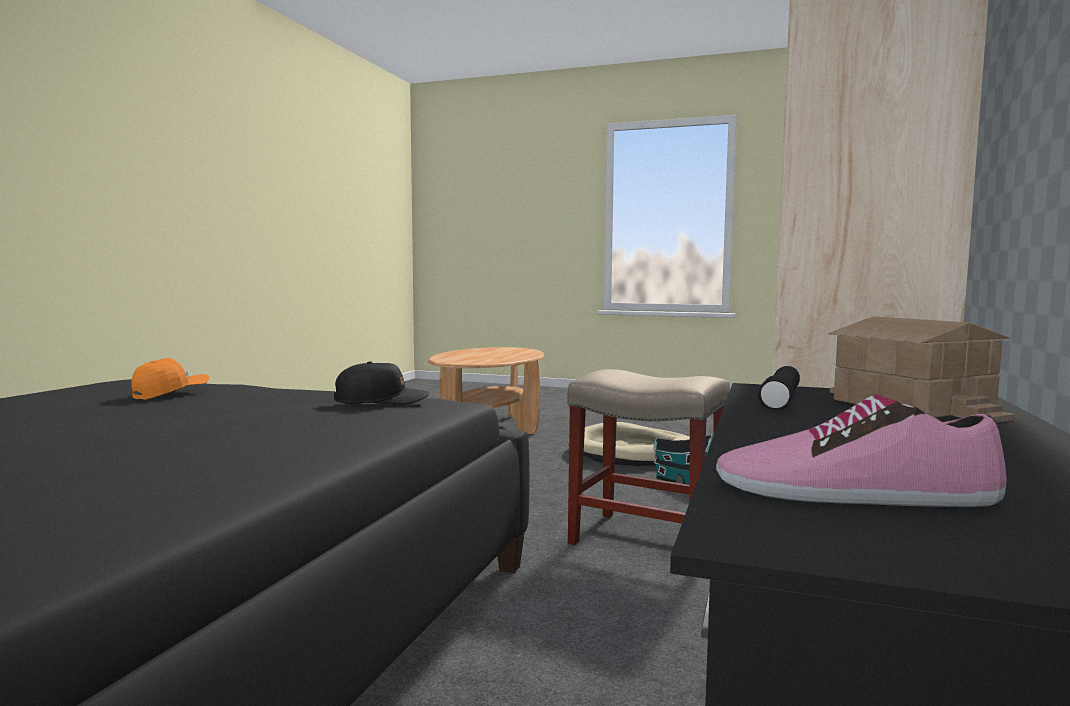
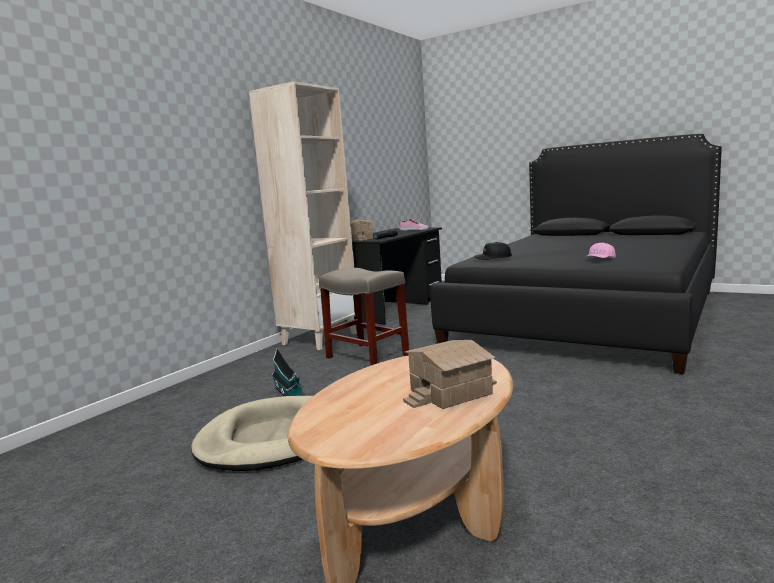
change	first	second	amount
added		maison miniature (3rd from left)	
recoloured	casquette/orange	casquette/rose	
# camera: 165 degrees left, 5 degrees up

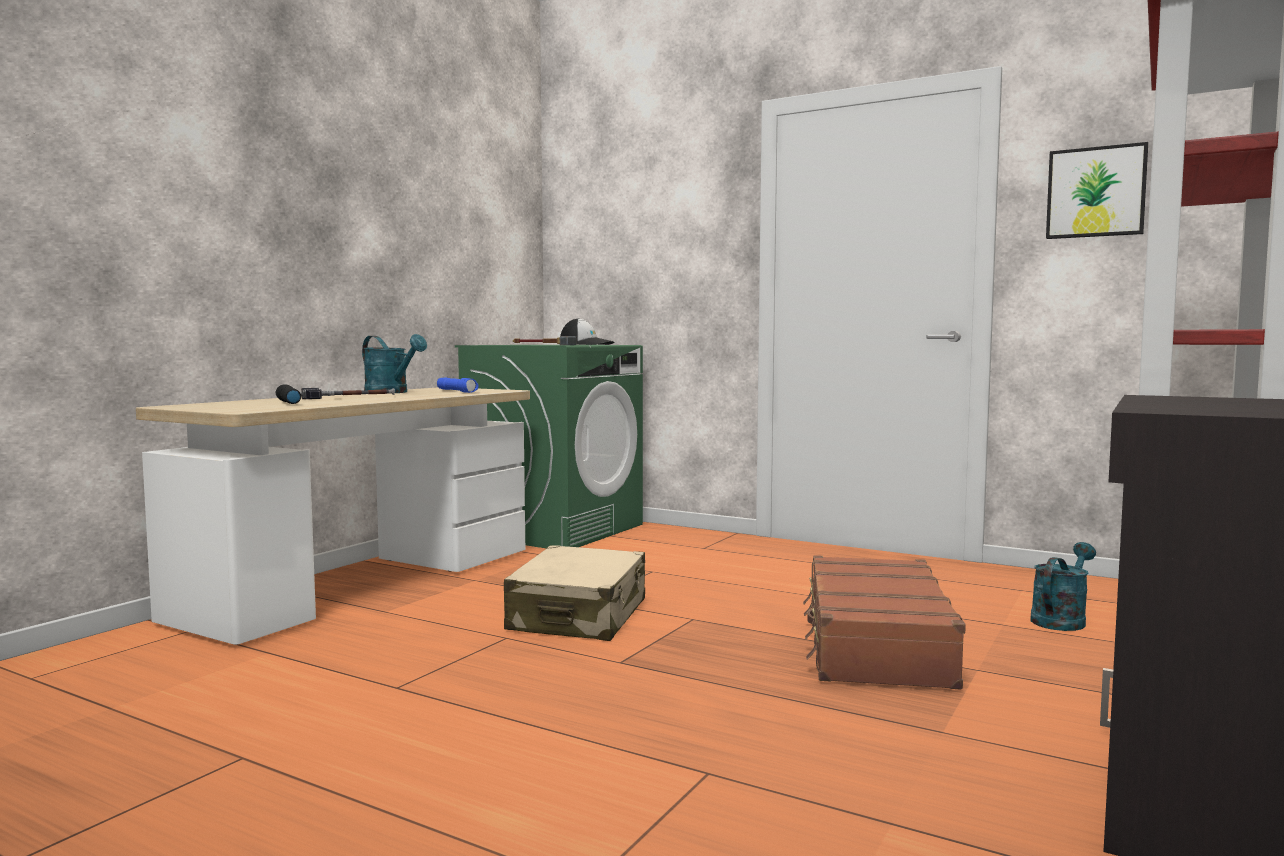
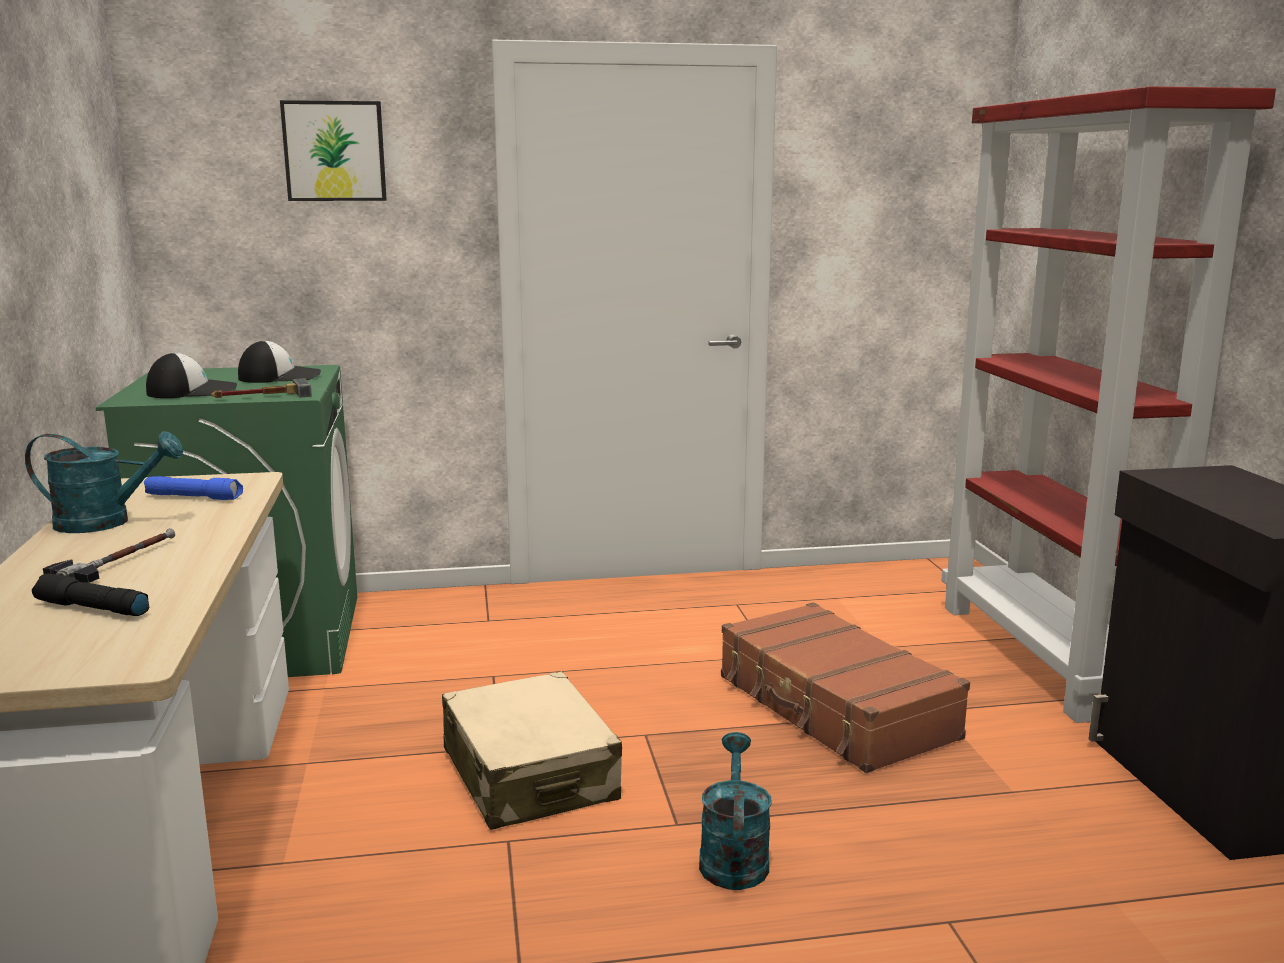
change	first	second	amount
added		casquette (1st from left)	
moved	tableau		
moved	arrosoir/turquoise (2nd from left)		
# camera: 40 degrees left, 10 degrees up

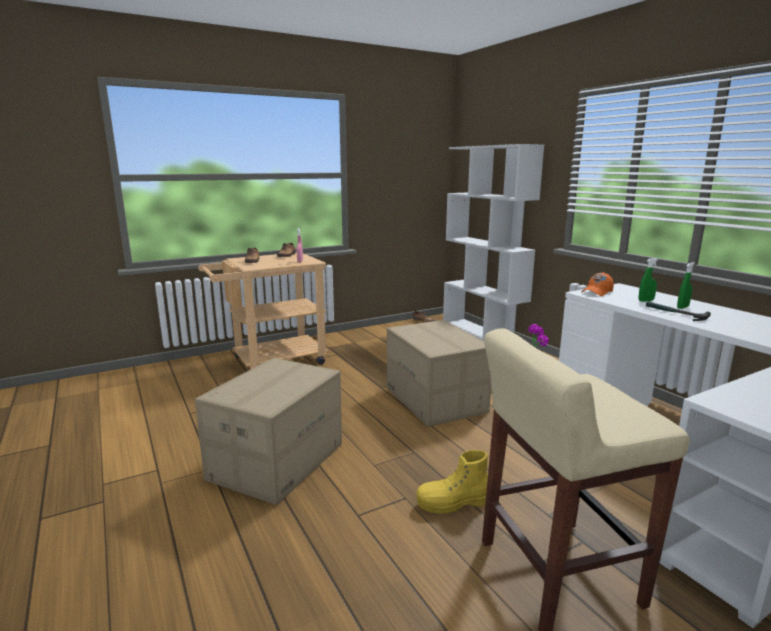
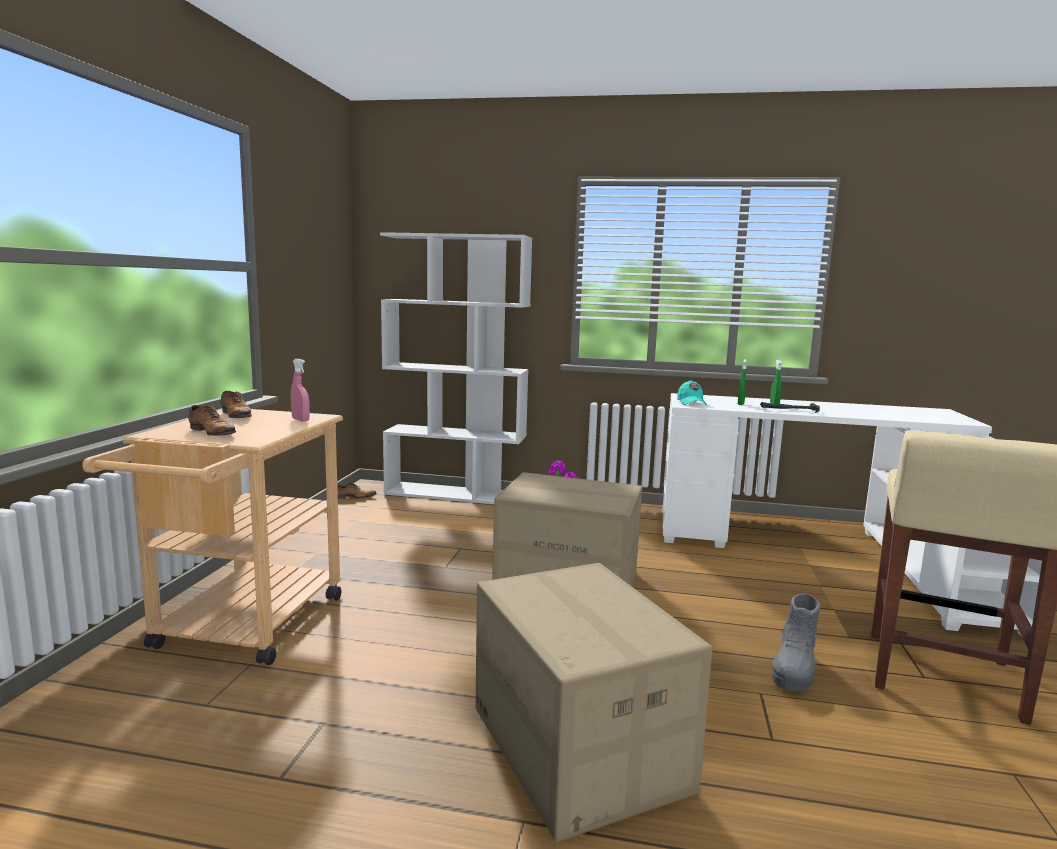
change	first	second	amount
recoloured	casquette/orange	casquette/turquoise	
recoloured	botte/jaune	botte/gris	
# camera: 50 degrees left, 5 degrees down

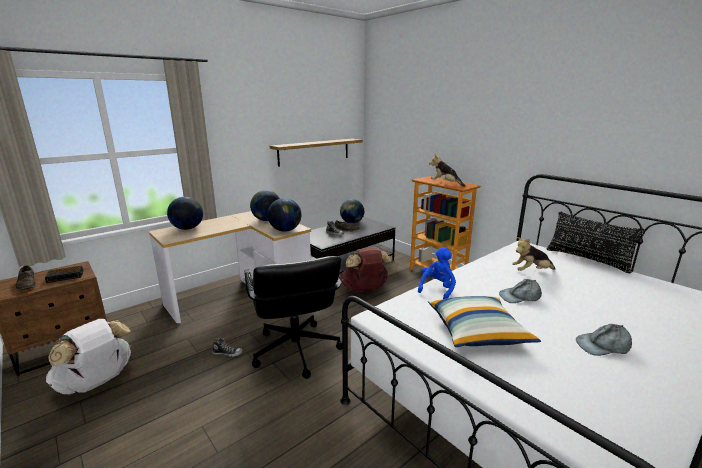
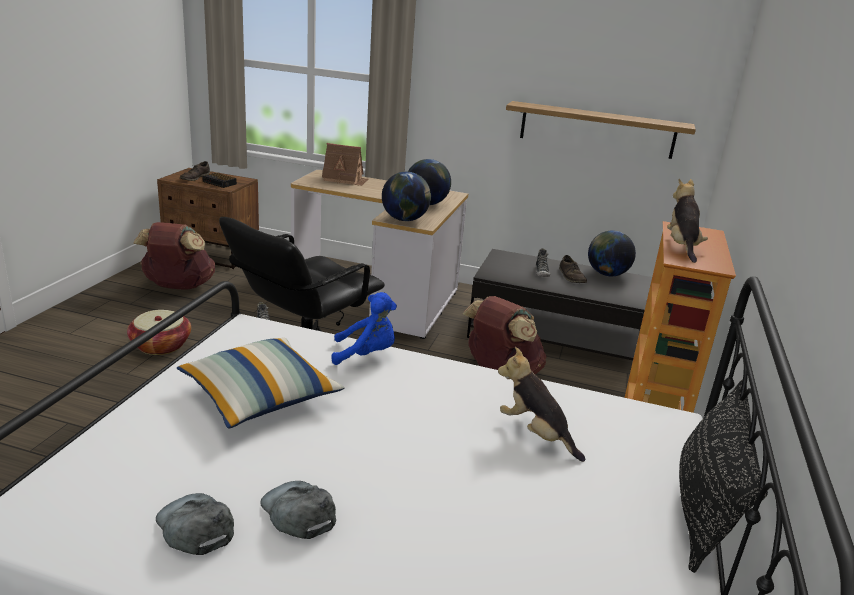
change	first	second	amount
added		panier	
recoloured	sac à dos/blanc	sac à dos/marron (1st from left)	
moved	casquette/gris (1st from left)		
replaced	globe (1st from left)	maison miniature	
# camera: 55 degrees right, 5 degrees up

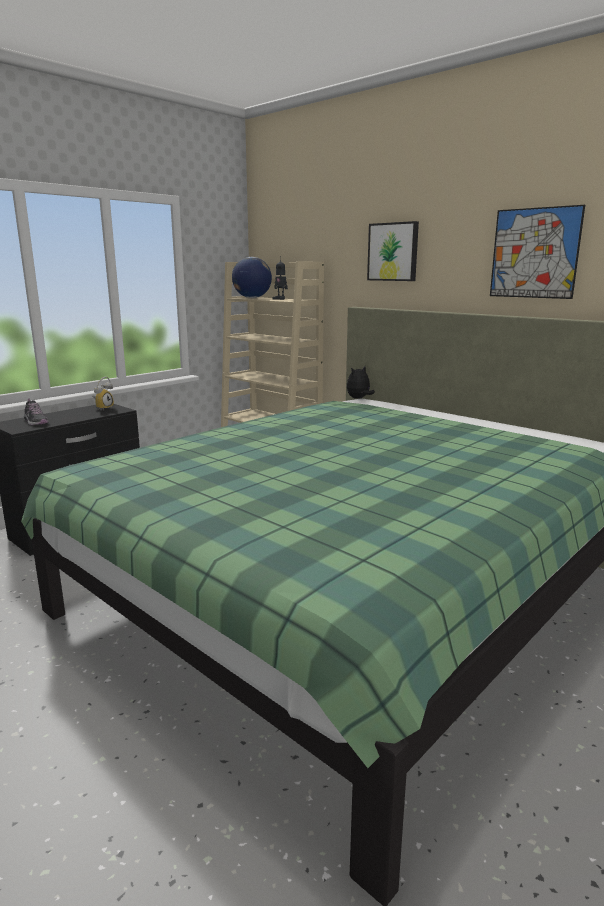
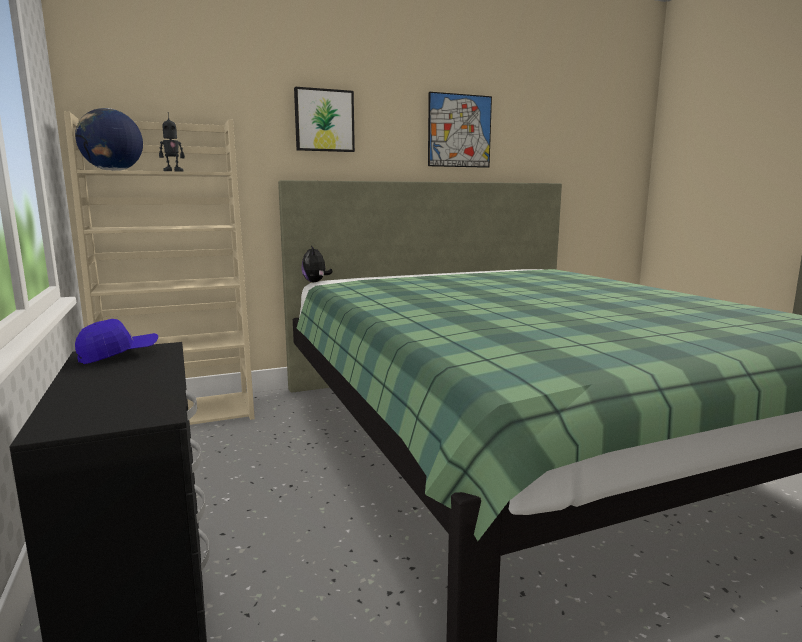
change	first	second	amount
replaced	réveil	casquette/bleu	
removed	chaussure		
# camera: 65 degrees left, 5 degrees down

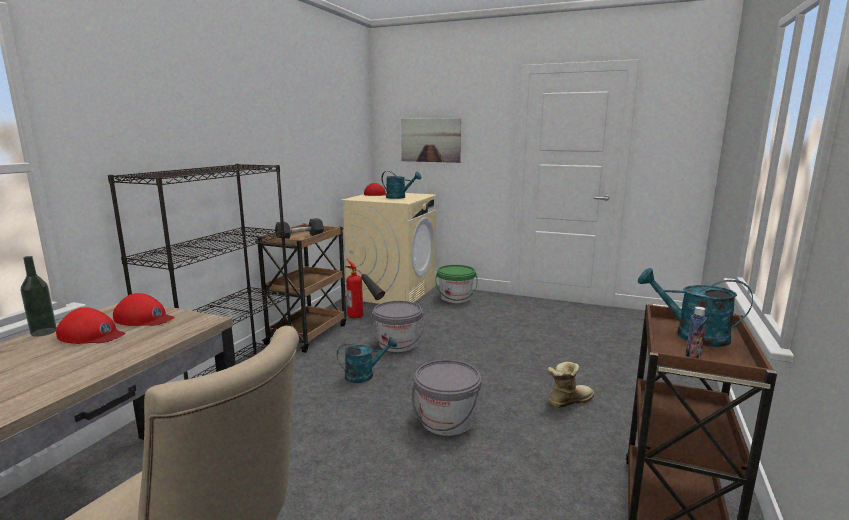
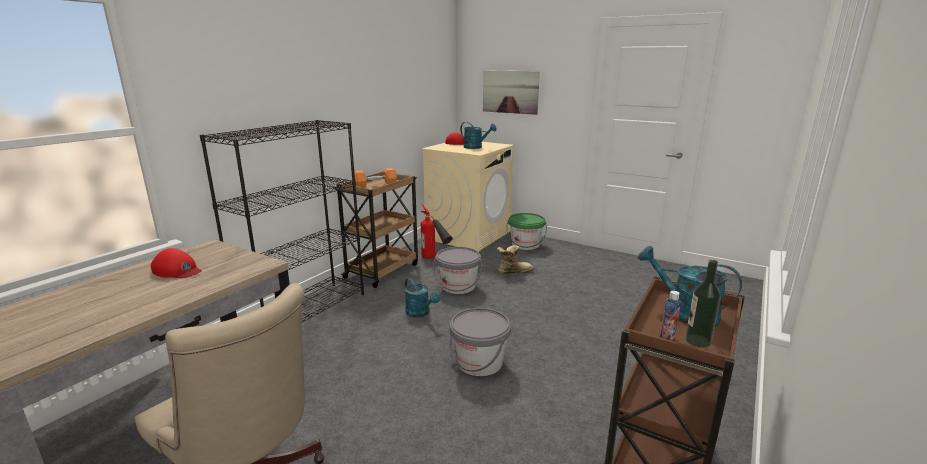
change	first	second	amount
recoloured	haltère/gris	haltère/orange	
turned	arrosoir/turquoise (1st from left)		60 degrees clockwise
moved	botte		
moved	bouteille (1st from left in the first image)	bouteille (2nd from left)	
removed	casquette/rouge (2nd from left)		
# camera: 10 degrees right, 5 degrees up

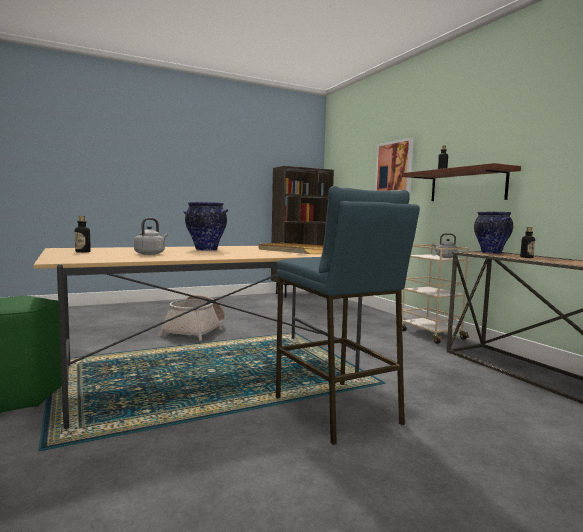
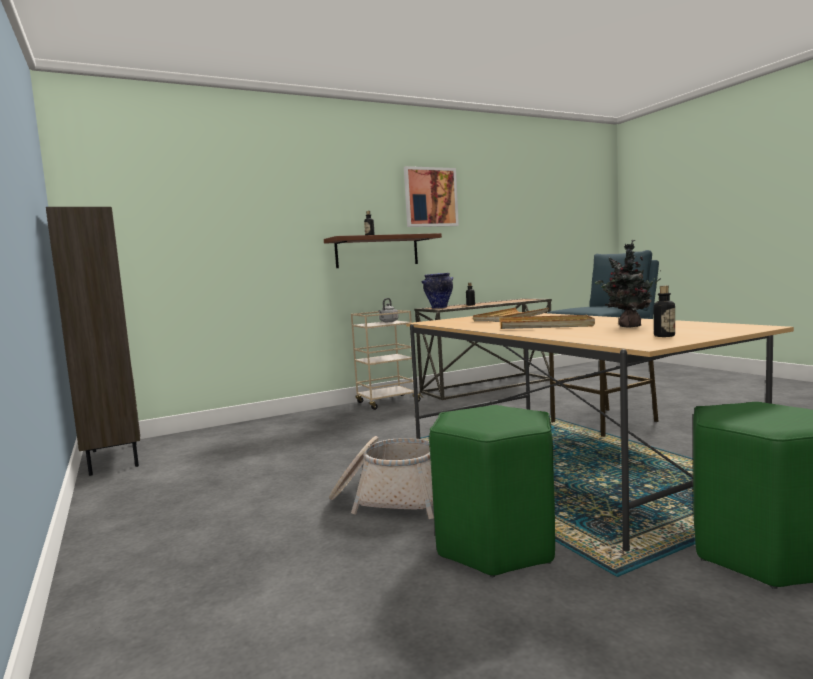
change	first	second	amount
moved	tableau		
added		tabouret/vert (1st from left)	
replaced	vase (1st from left)	plateau/beige (2nd from left)	
replaced	bouilloire/gris (1st from left)	plante en pot	
# camera: 90 degrees left, 0 degrees up

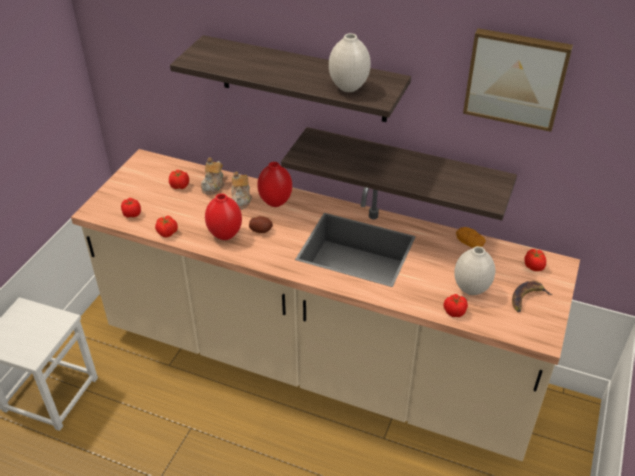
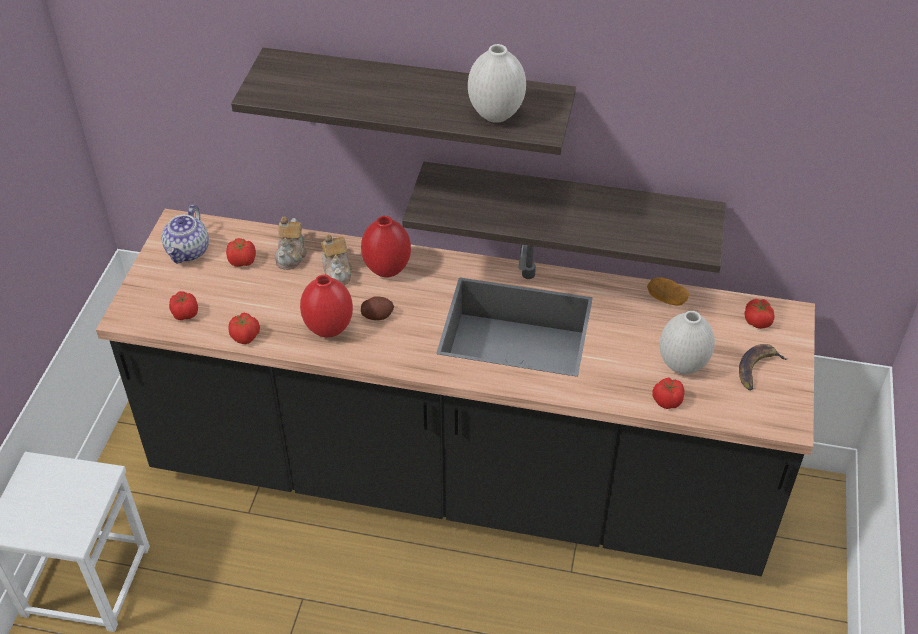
change	first	second	amount
recoloured	comptoir de cuisine/beige	comptoir de cuisine/noir	
added		théière (1st from left)	
removed	tableau		
# camera: 10 degrees left, 5 degrees up

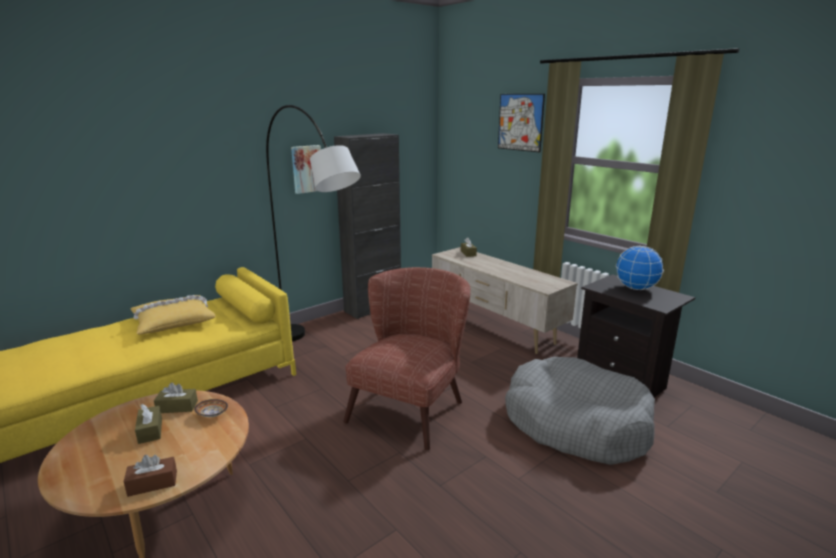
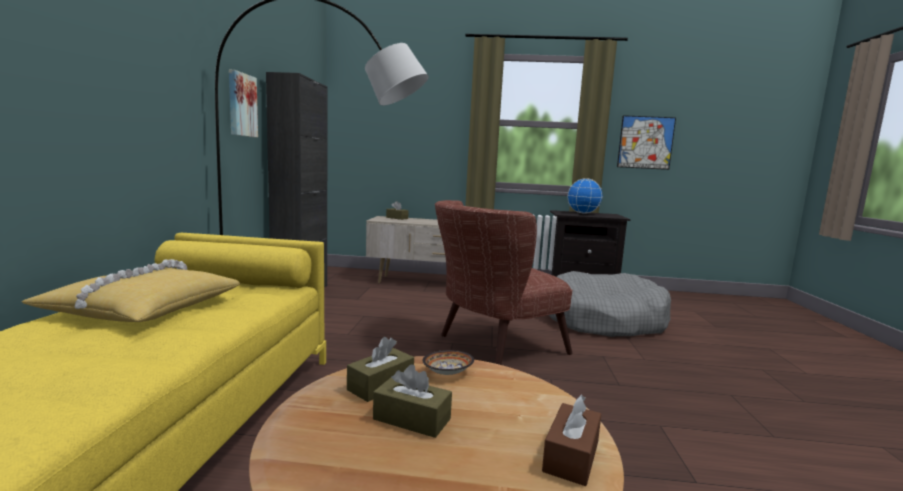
change	first	second	amount
turned	fauteuil/marron		105 degrees counterclockwise
moved	tableau (2nd from left)		
# camera: 45 degrees left, 10 degrees down

